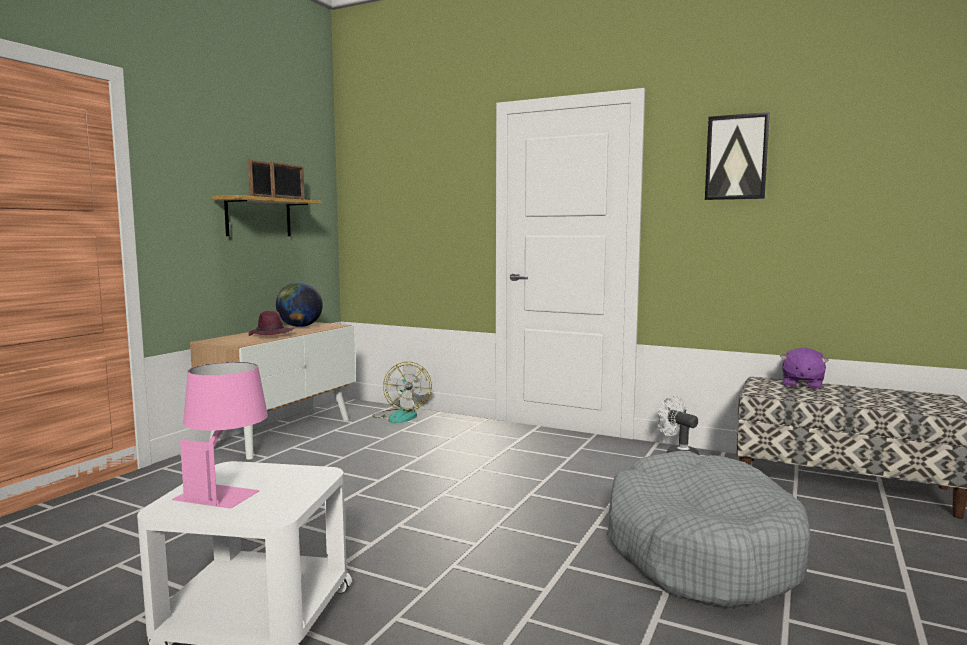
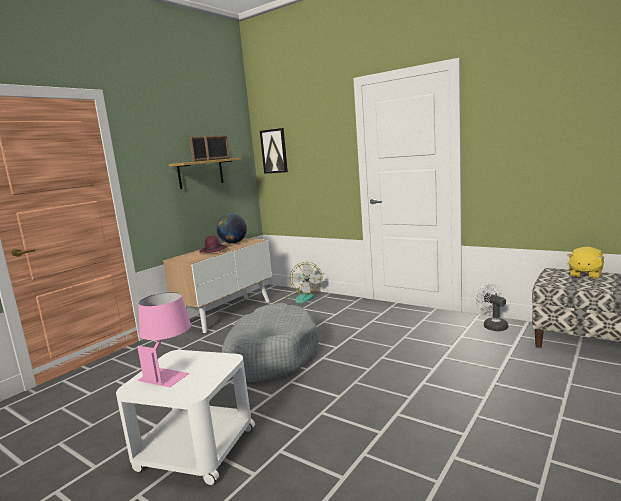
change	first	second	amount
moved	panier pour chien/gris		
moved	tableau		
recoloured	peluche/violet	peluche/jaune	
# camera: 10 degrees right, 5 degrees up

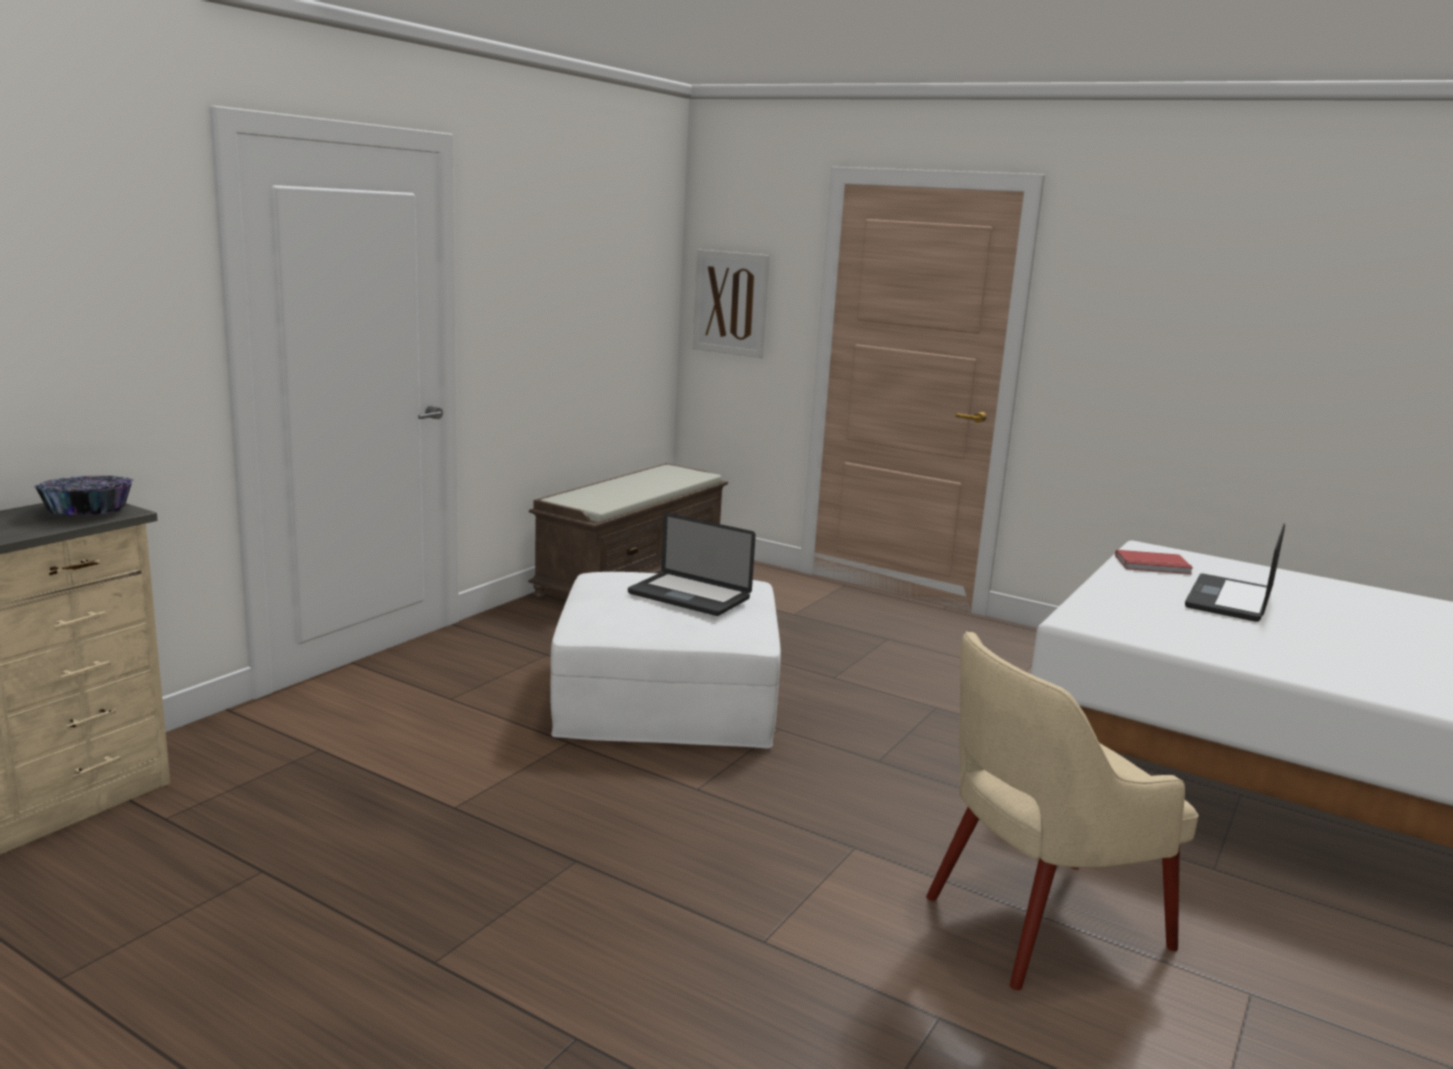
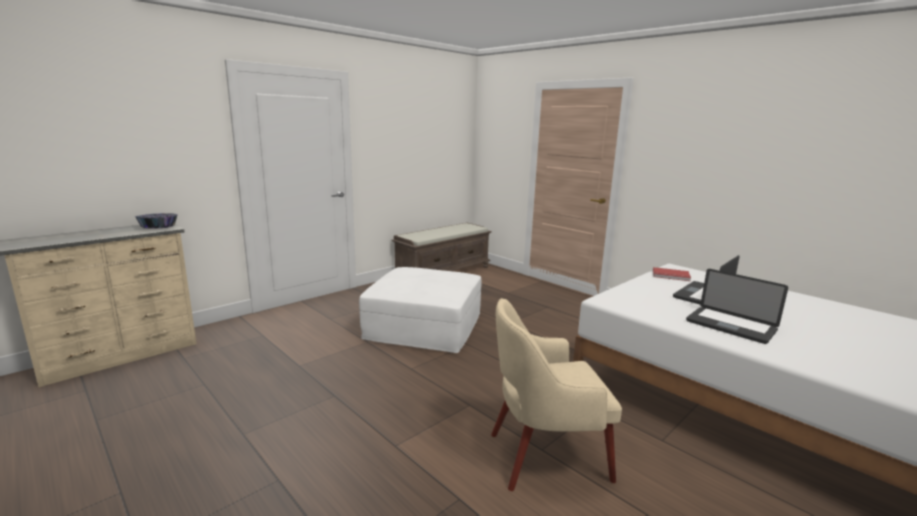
change	first	second	amount
moved	ordinateur portable (1st from left in the first image)	ordinateur portable (2nd from left)	
removed	tableau		
# camera: 15 degrees right, 0 degrees up

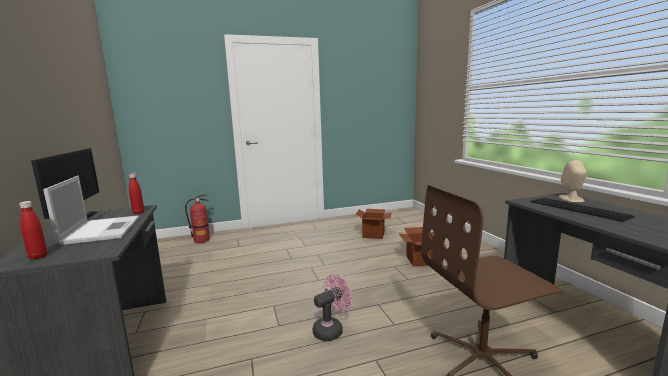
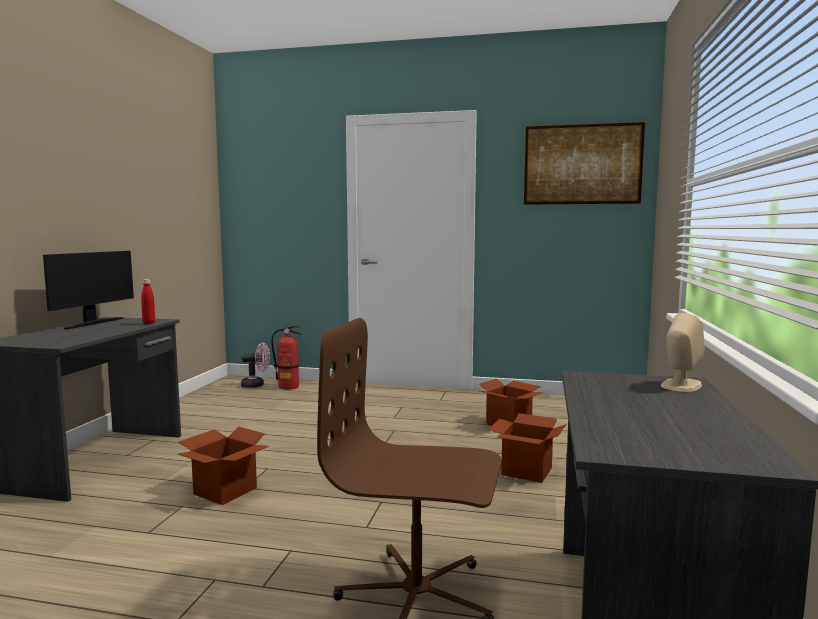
change	first	second	amount
added		carton (1st from left)	
moved	ventilateur/rose		
added		tableau	
removed	bouteille/rouge (1st from left)		
removed	ordinateur portable		
removed	clavier		
# camera: 30 degrees right, 5 degrees down

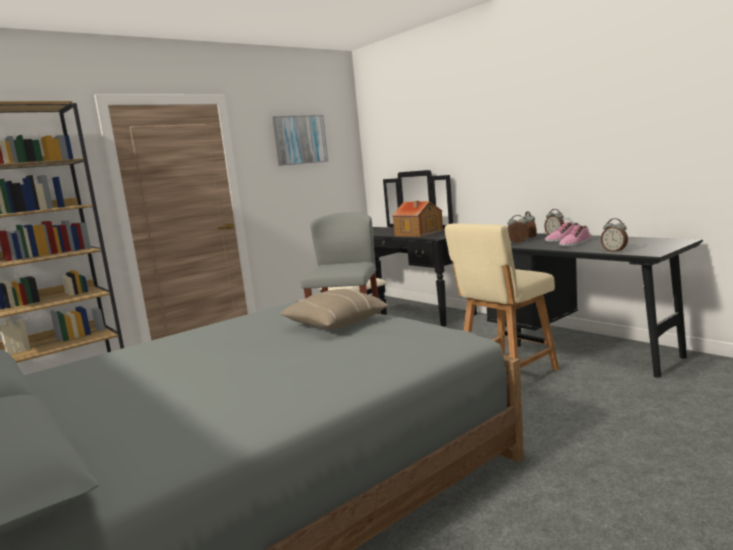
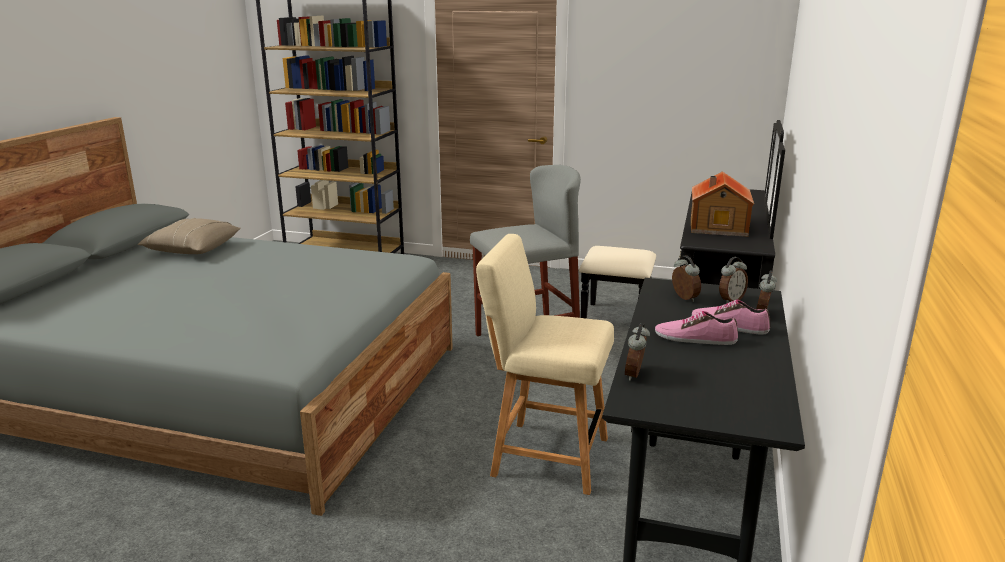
change	first	second	amount
moved	coussin/beige		
removed	tableau		
# camera: 55 degrees right, 10 degrees up

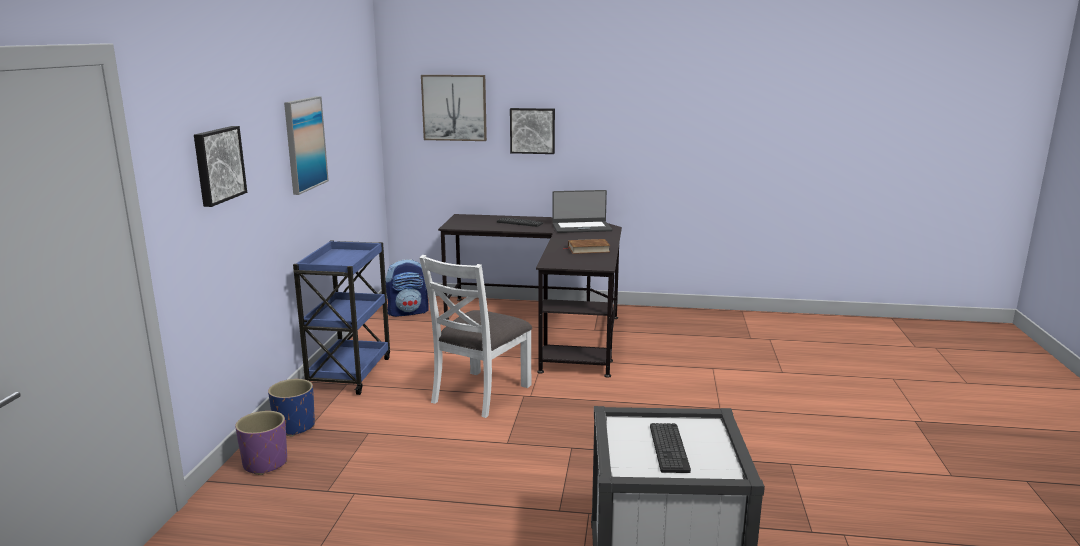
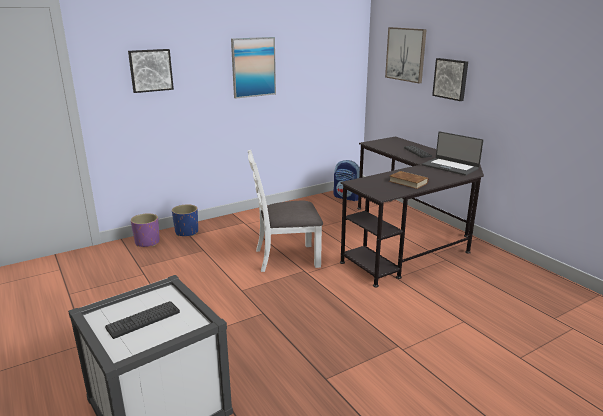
change	first	second	amount
removed	chariot/bleu		
# camera: 50 degrees right, 5 degrees up

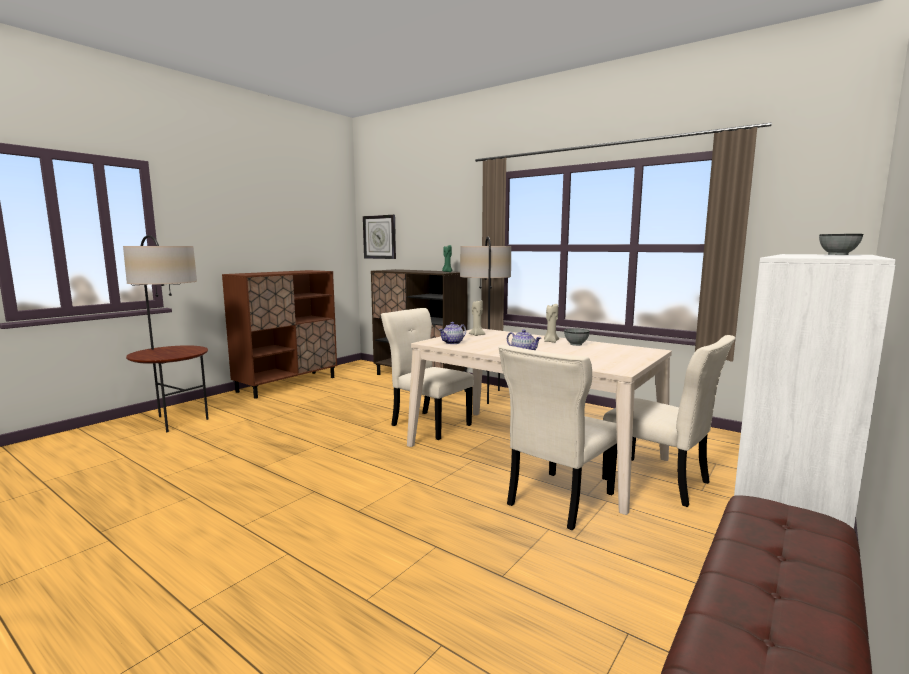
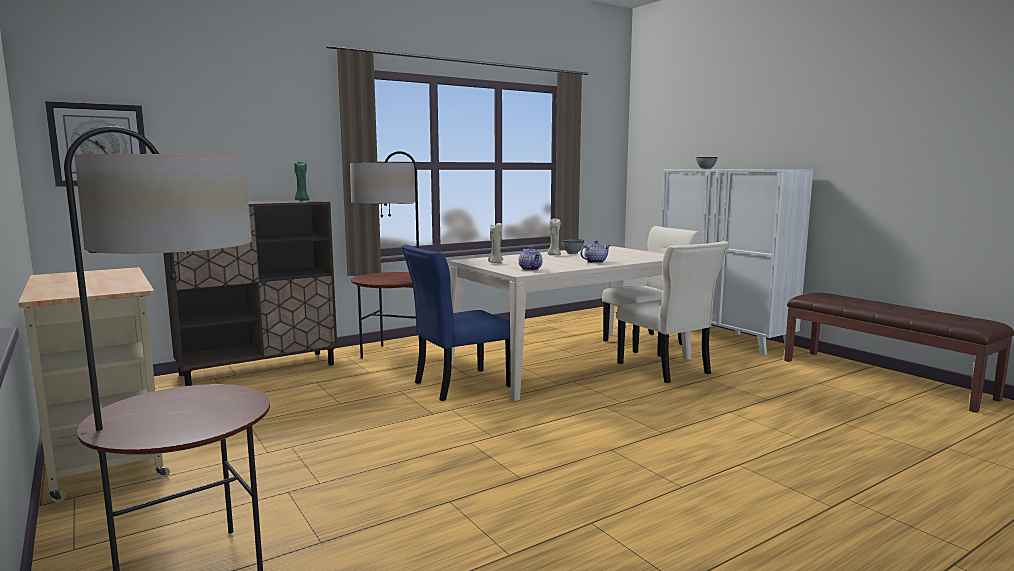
change	first	second	amount
replaced	meuble de rangement/marron (1st from left)	chariot/beige	
recoloured	chaise/beige (1st from left)	chaise/bleu	
# camera: 70 degrees left, 0 degrees up

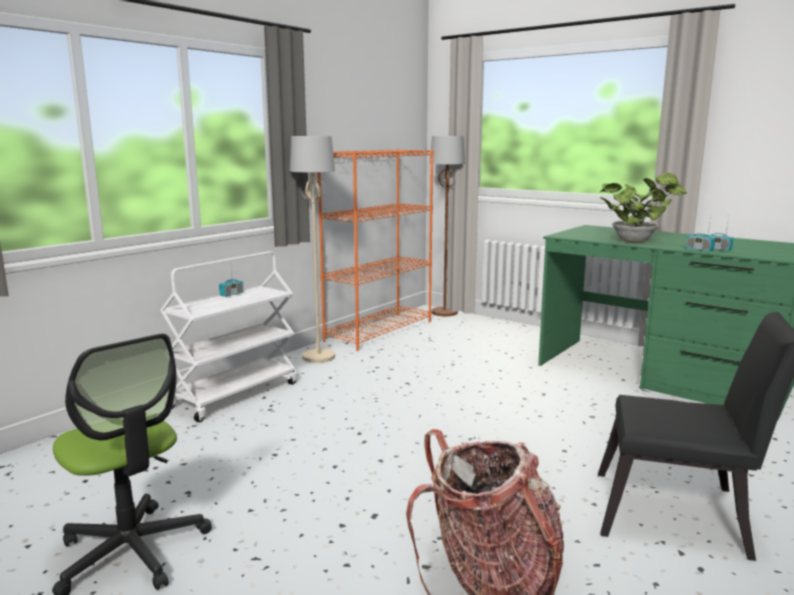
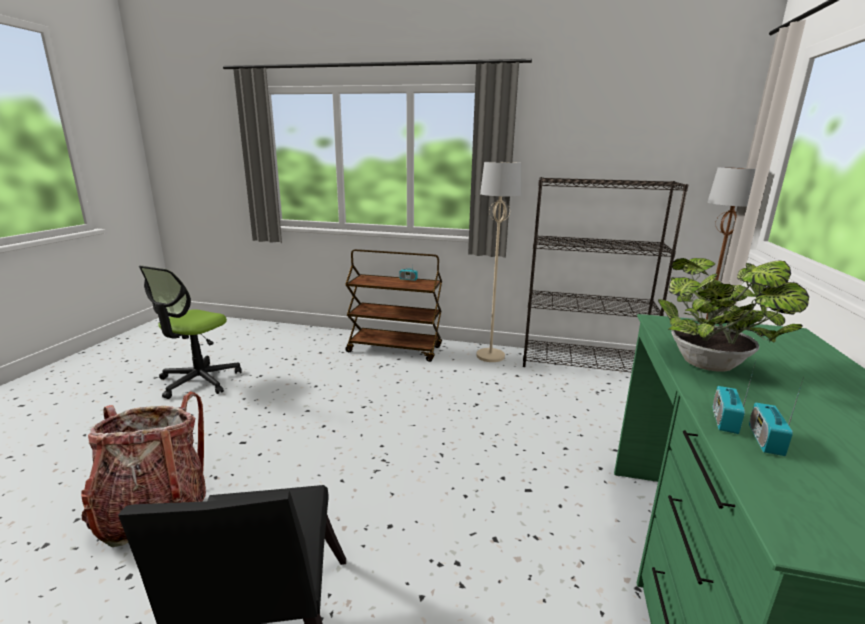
change	first	second	amount
recoloured	chariot/blanc	chariot/marron	
recoloured	bibliothèque/orange	bibliothèque/noir	
# camera: 65 degrees right, 5 degrees up

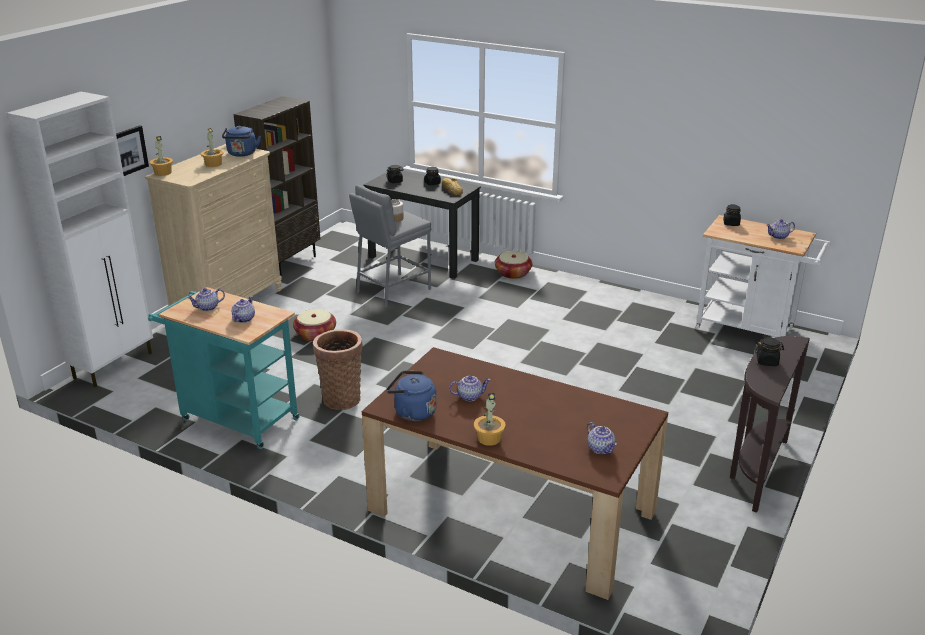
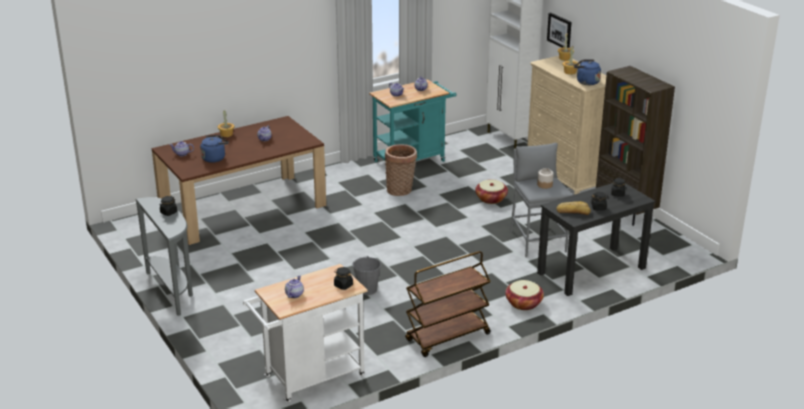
change	first	second	amount
recoloured	table console/marron	table console/gris	
moved	bouilloire/bleu (2nd from left in the first image)	bouilloire/bleu (1st from left)	
added		seau/gris	
added		chariot/marron	
# camera: 120 degrees right, 0 degrees up

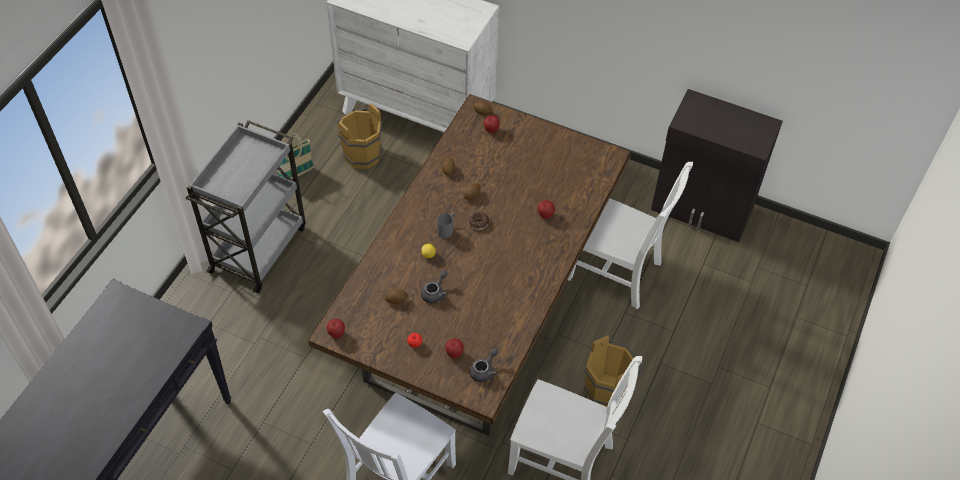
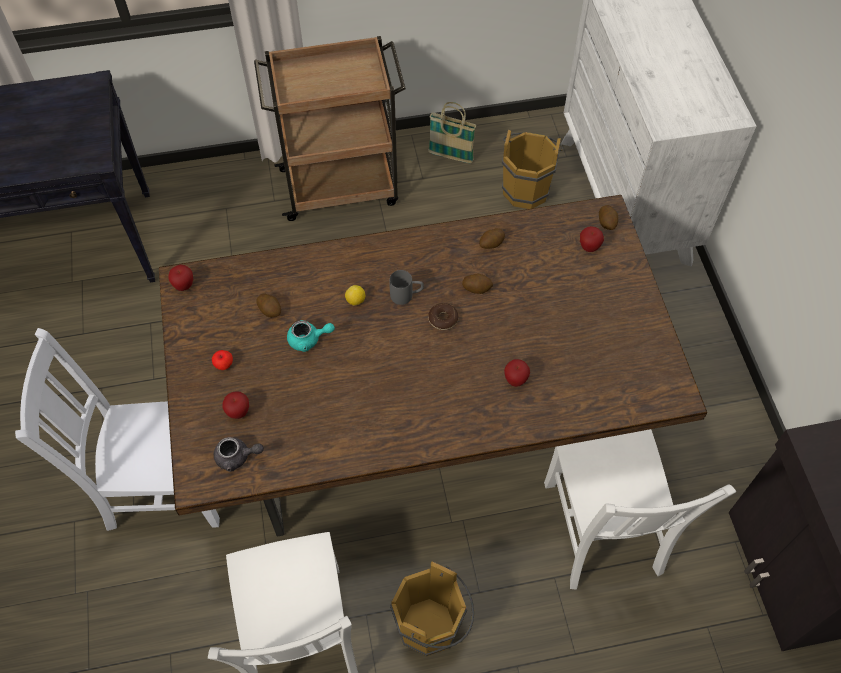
change	first	second	amount
recoloured	chariot/gris	chariot/marron	
recoloured	théière/gris (1st from left)	théière/turquoise	
# camera: 55 degrees right, 5 degrees up

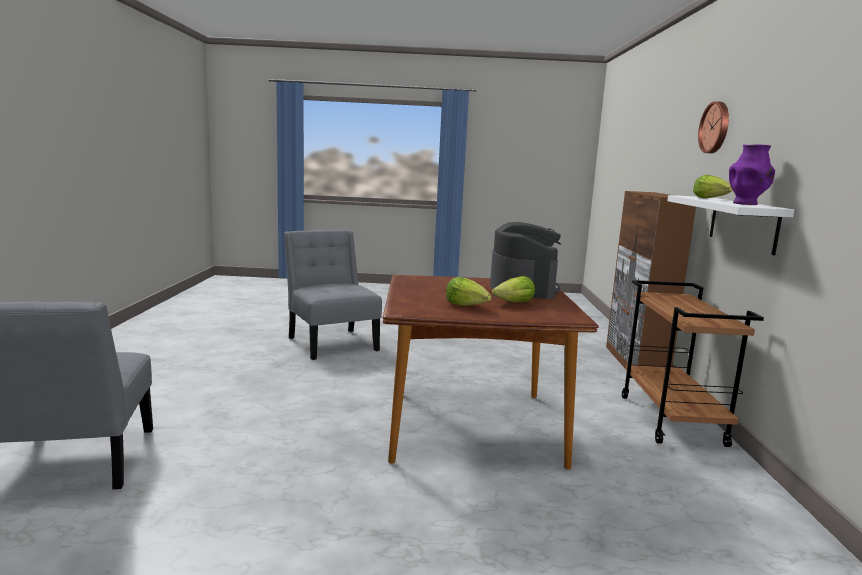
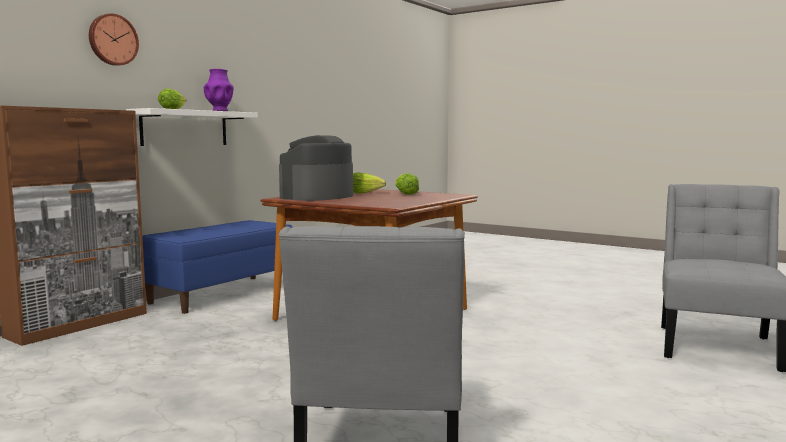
change	first	second	amount
replaced	chariot/marron	banc/bleu	
# camera: 145 degrees left, 5 degrees down

